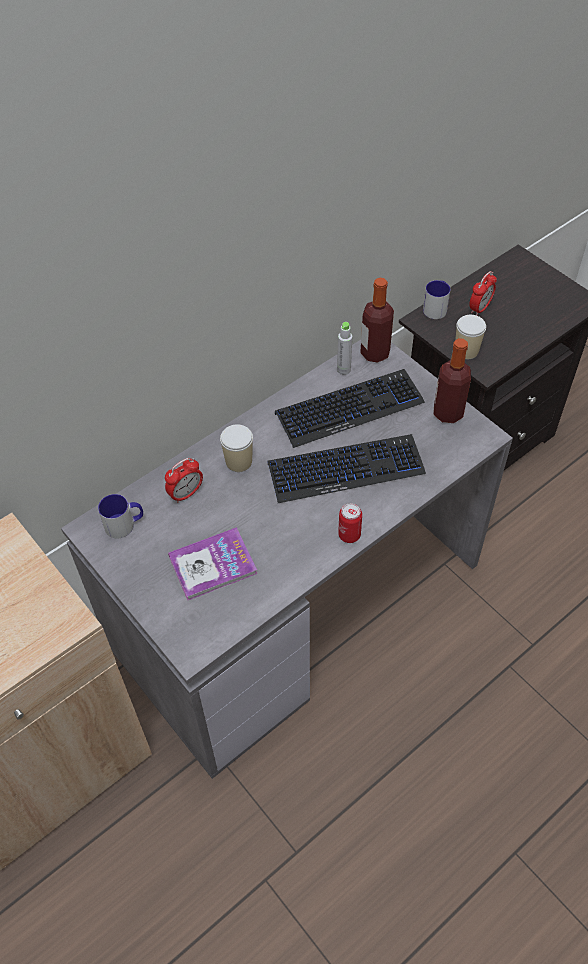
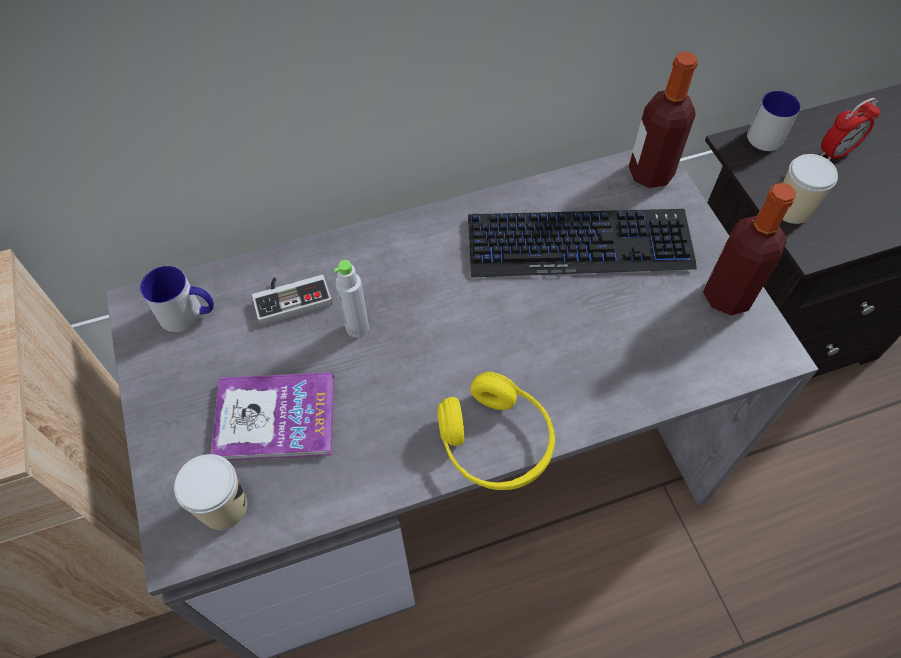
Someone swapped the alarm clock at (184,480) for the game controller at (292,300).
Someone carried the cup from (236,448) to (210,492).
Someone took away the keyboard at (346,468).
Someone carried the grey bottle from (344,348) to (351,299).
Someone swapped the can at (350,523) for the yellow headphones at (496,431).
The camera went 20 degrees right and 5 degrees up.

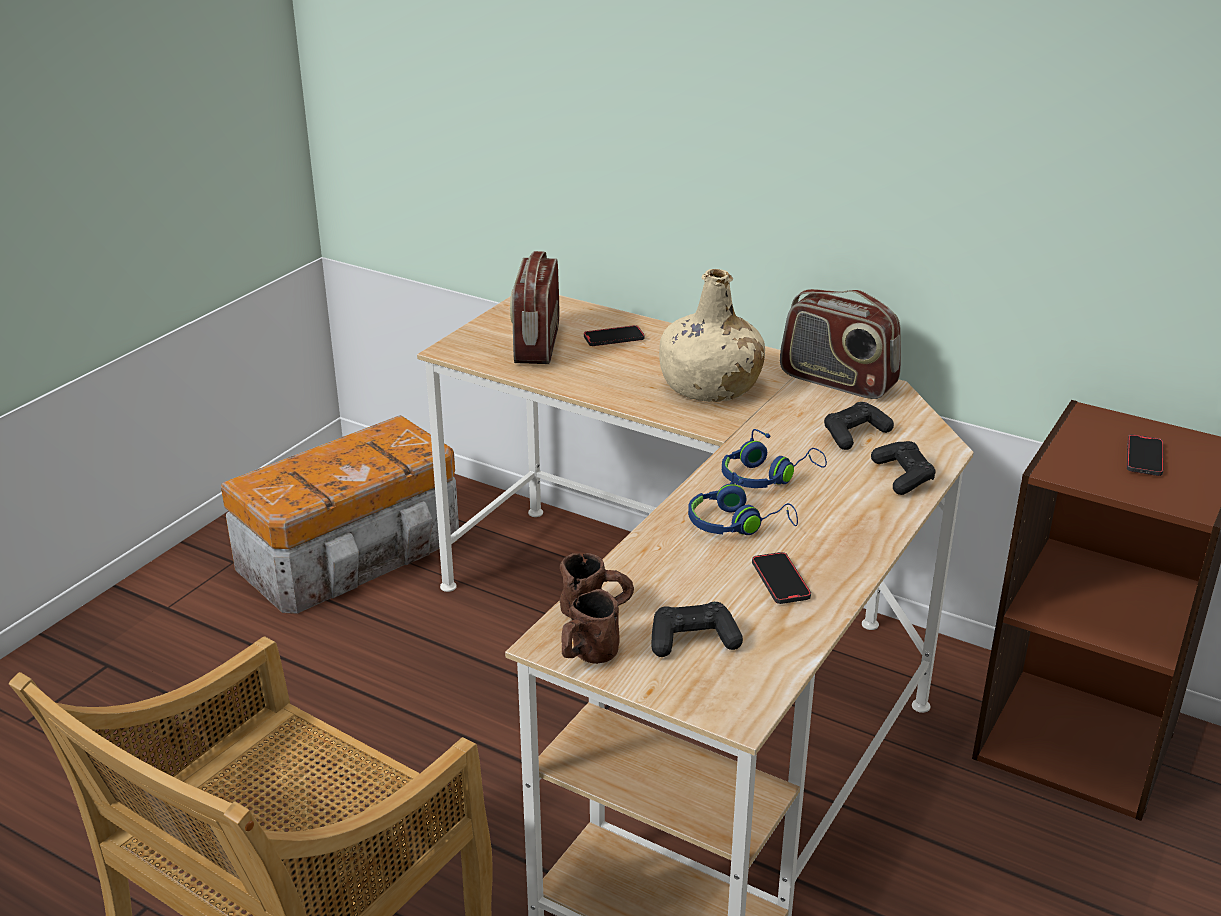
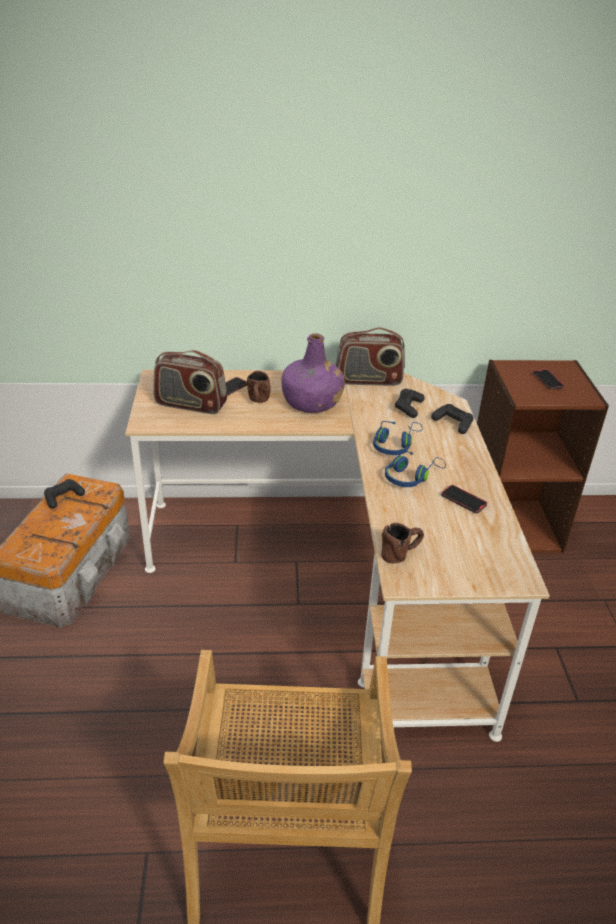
Someone rotated the radio at (534,307) by 45 degrees counterclockwise.
Someone carried the brown mug from (590,626) to (259,387).
Someone carried the black game controller from (697,629) to (64,494).
Someone repainted the beige bottle at (712,335), which became the purple bottle at (313,373).
The camera went 35 degrees left and 5 degrees up.

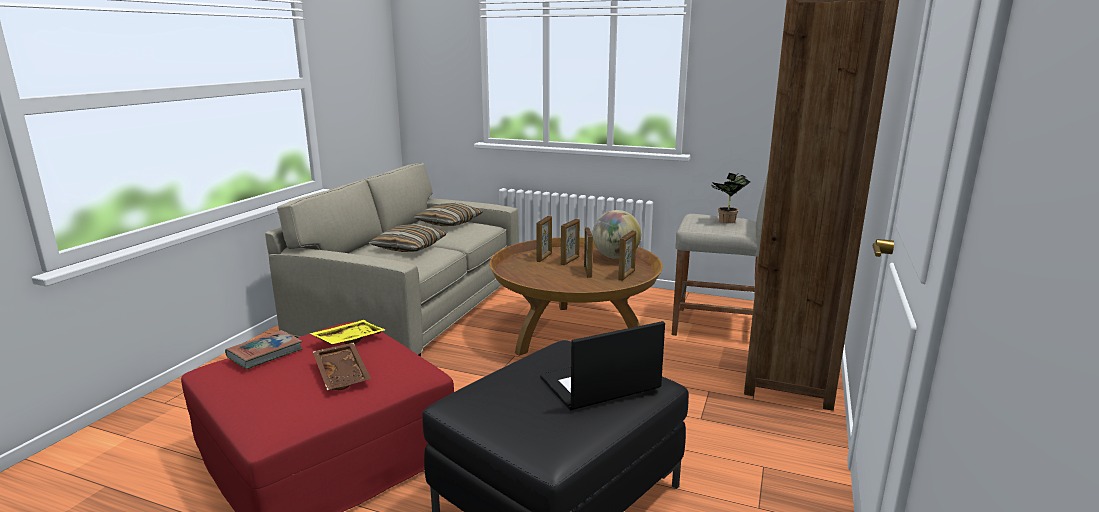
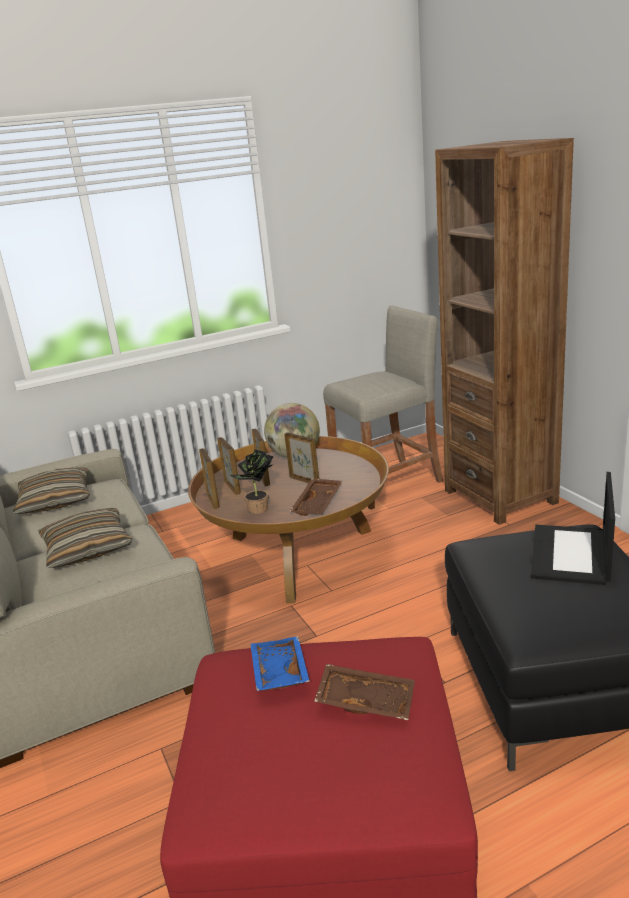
Someone took away the book at (264,349).
Someone repainted the yellow tray at (347,332), which became the blue tray at (280,663).
Someone carried the picture frame from (627,255) to (209,478).
Someone carried the potted plant from (730,198) to (252,482).
Someone put down the brown tray at (316,497).
The camera went 45 degrees left and 5 degrees up.

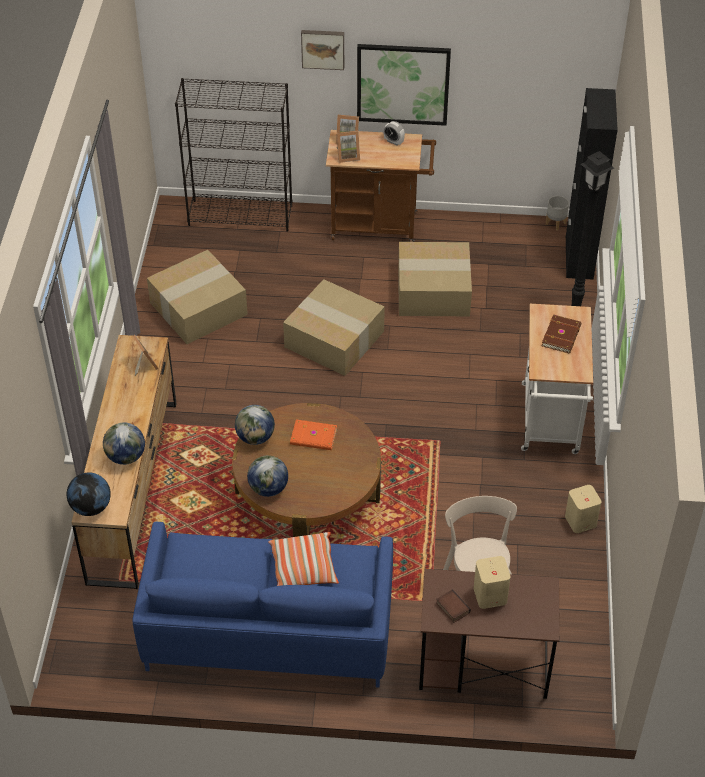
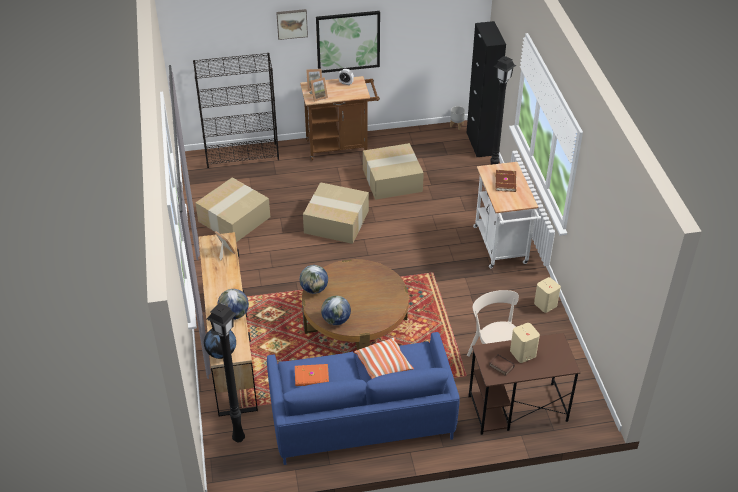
Someone carried the orange book from (313,435) to (312,375).
Someone put down the black floor lamp at (226,372).
The camera went 15 degrees left and 5 degrees down.

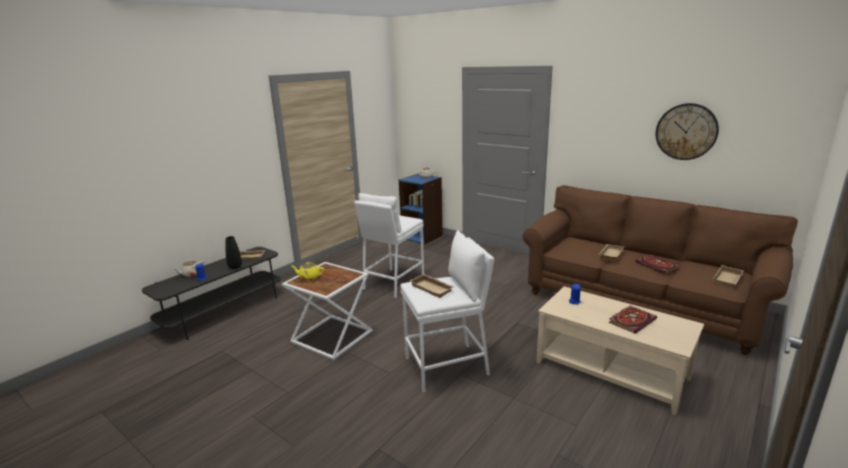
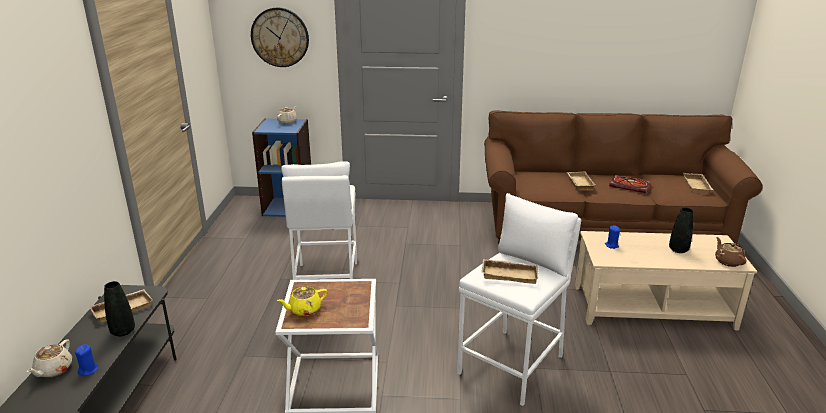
Someone swapped the book at (632,320) for the black vase at (681,230).
Someone carried the wall clock from (687,131) to (280,37).
Someone put down the brown teapot at (731,252).
The camera went 35 degrees left and 5 degrees up.

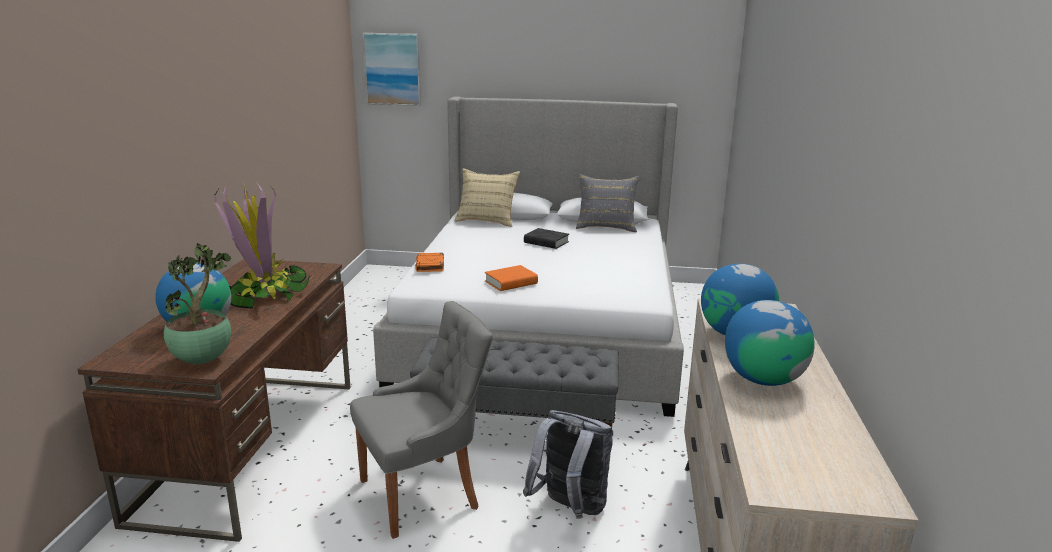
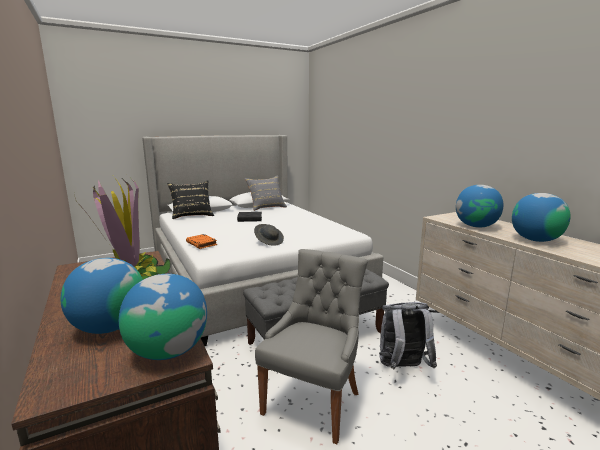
Someone swapped the potted plant at (197,303) for the globe at (163,317).
Someone took away the picture at (392,69).
Someone repainted the beige pillow at (487,197), which became the black pillow at (190,200).
Someone swapped the orange book at (511,278) for the grey hat at (269,234).
The camera went 35 degrees left and 5 degrees down.

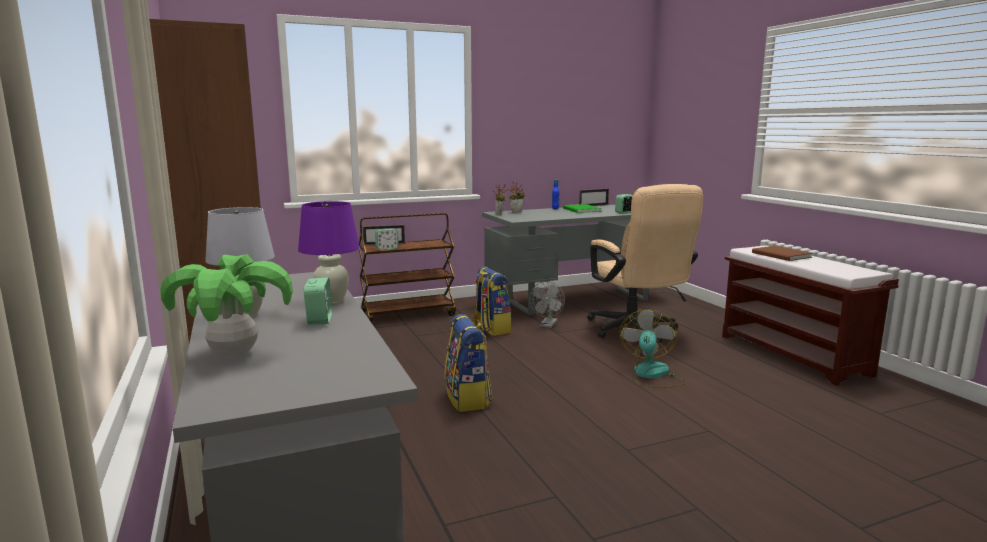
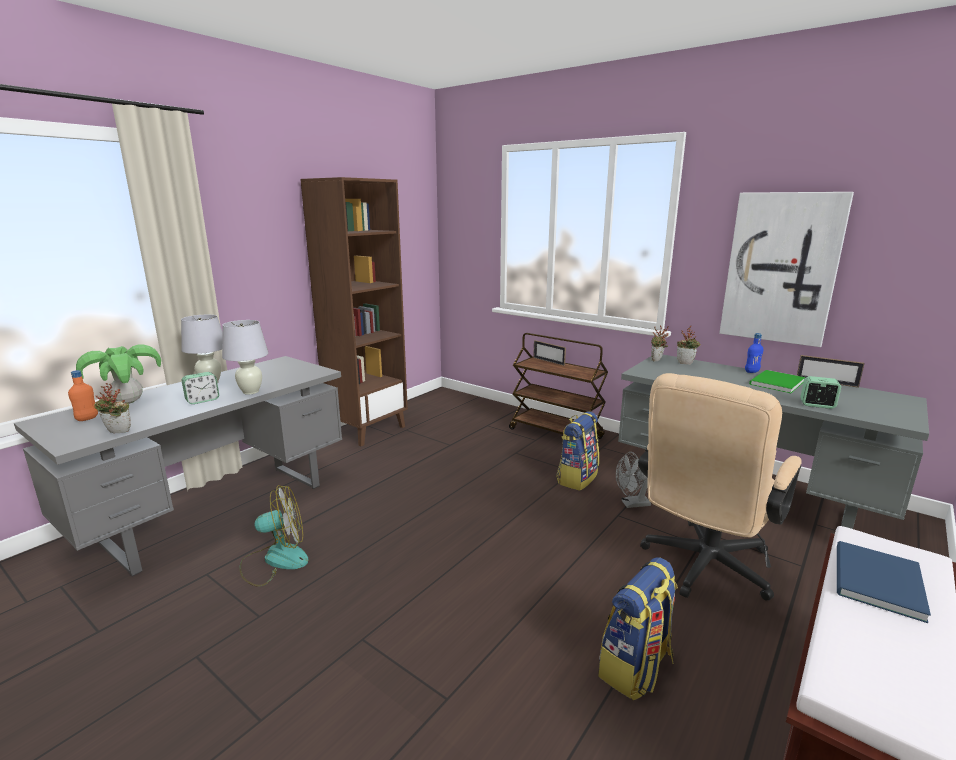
Someone repainted the purple table lamp at (329,252), which became the white table lamp at (245,357).
Someone took away the alarm clock at (387,239).
Someone carried the backpack from (468,363) to (638,628).
Someone carried the fan from (653,349) to (274,536).
Someone repainted the brown book at (782,253), which became the blue book at (884,582).
Someone put down the orange bottle at (83,395).
Someone put down the potted plant at (112,408).
Someone put up the picture at (786,269).
The camera went 60 degrees right and 5 degrees up.

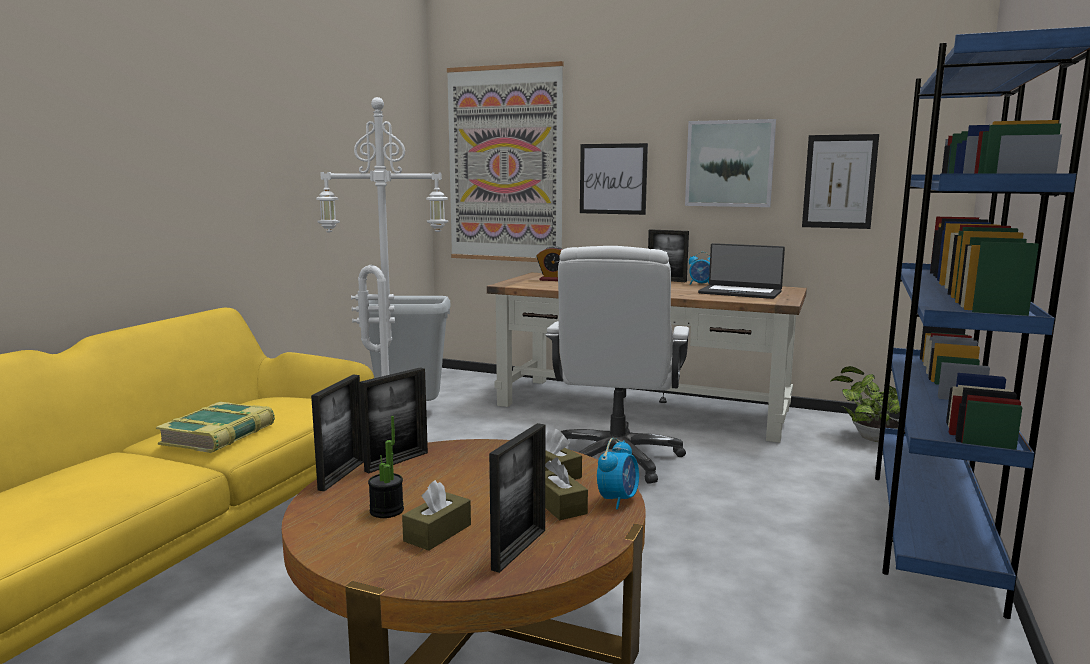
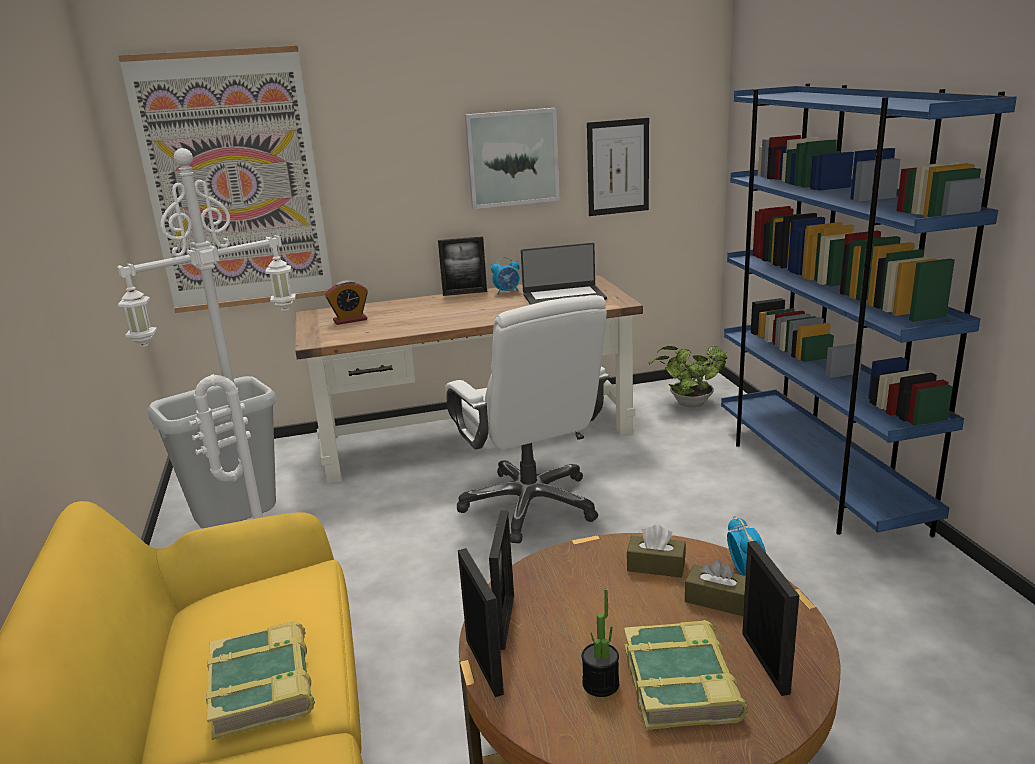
Someone swapped the brown tissue box at (436,515) for the book at (686,675).
Someone took away the picture at (614,179).
The camera went 35 degrees left and 10 degrees up.

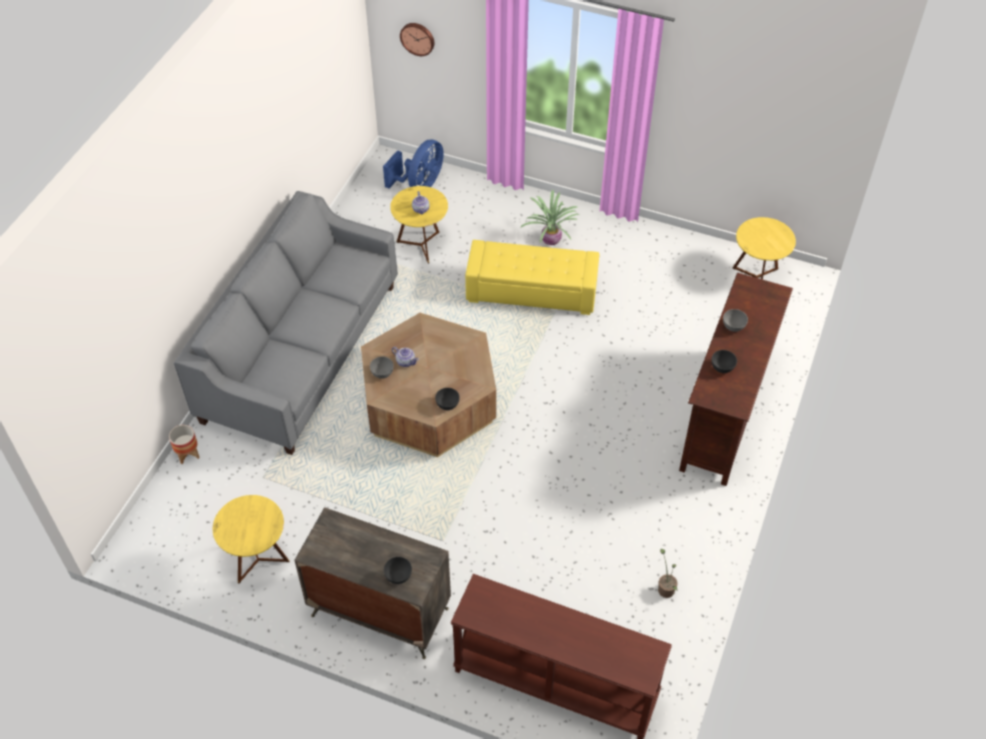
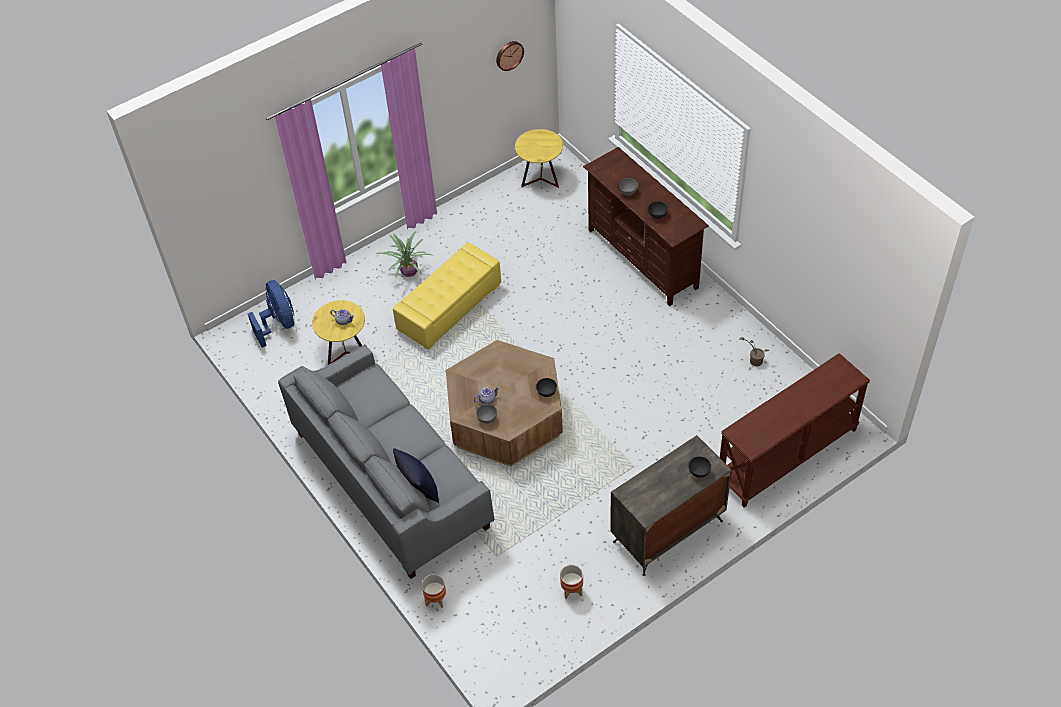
Someone swapped the yellow side table at (251,539) for the planter at (571,582).
Someone carried the wall clock from (417,39) to (510,56).
Someone put down the blue pillow at (416,475).
The camera went 55 degrees left and 0 degrees up.

